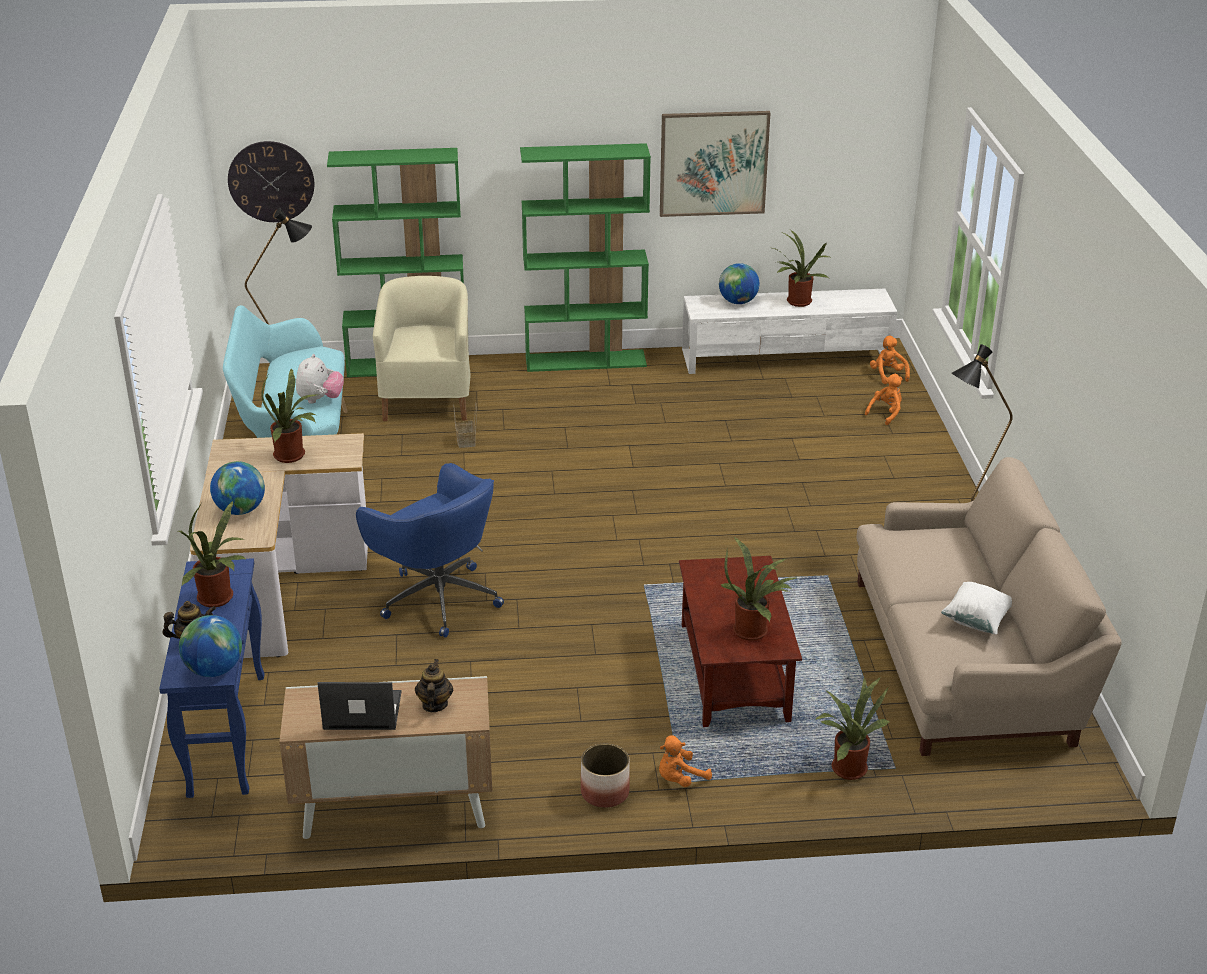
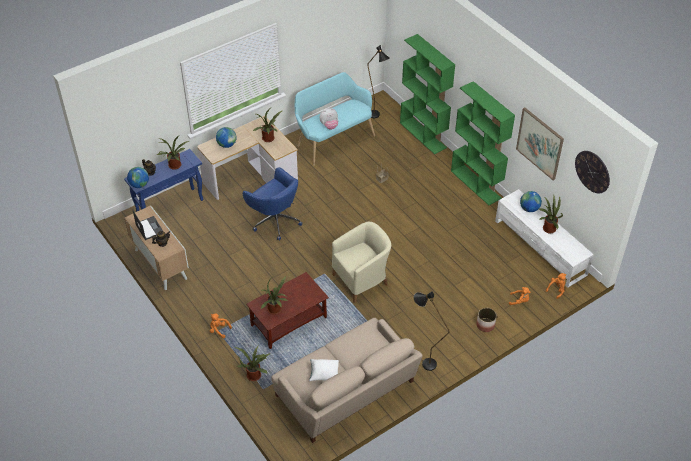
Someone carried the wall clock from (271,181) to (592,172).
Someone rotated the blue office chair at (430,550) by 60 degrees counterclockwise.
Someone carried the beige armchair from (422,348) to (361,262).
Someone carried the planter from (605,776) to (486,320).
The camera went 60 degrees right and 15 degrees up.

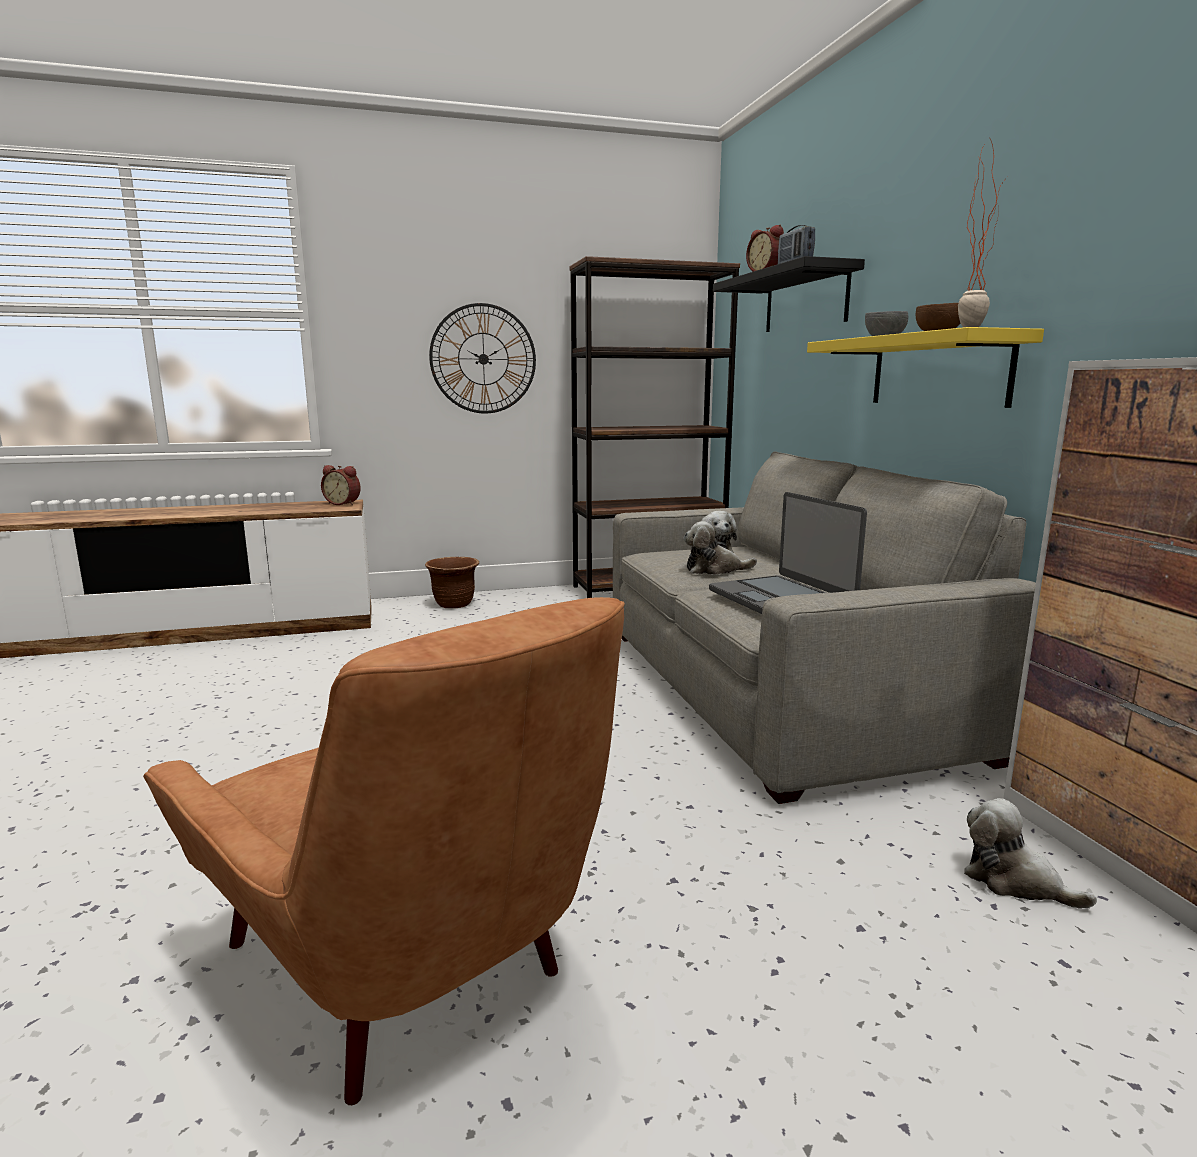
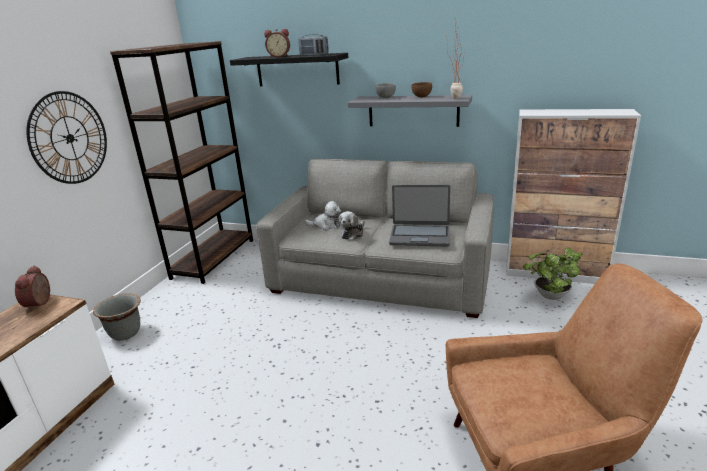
Someone rotated the alarm clock at (341,485) by 120 degrees clockwise.
Someone repainted the brown planter at (452,582), which became the grey planter at (117,317).
Someone repainted the yellow shelf at (925,367), which became the grey shelf at (410,111).
Someone swapped the plush toy at (1030,853) for the potted plant at (553,273).
The camera went 55 degrees left and 10 degrees up.

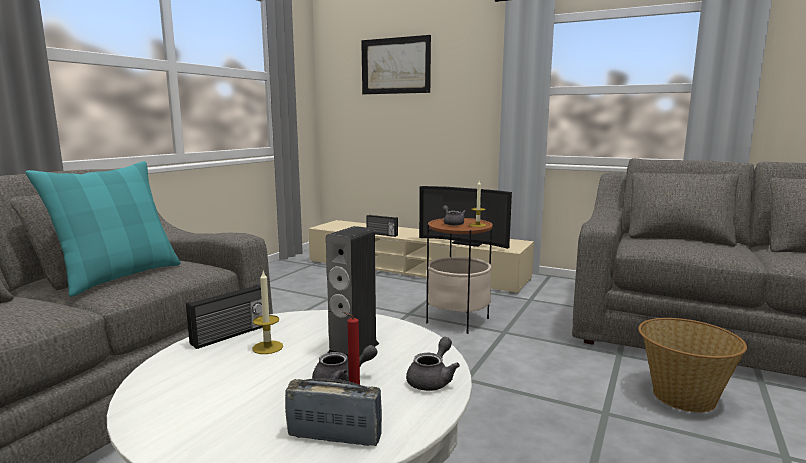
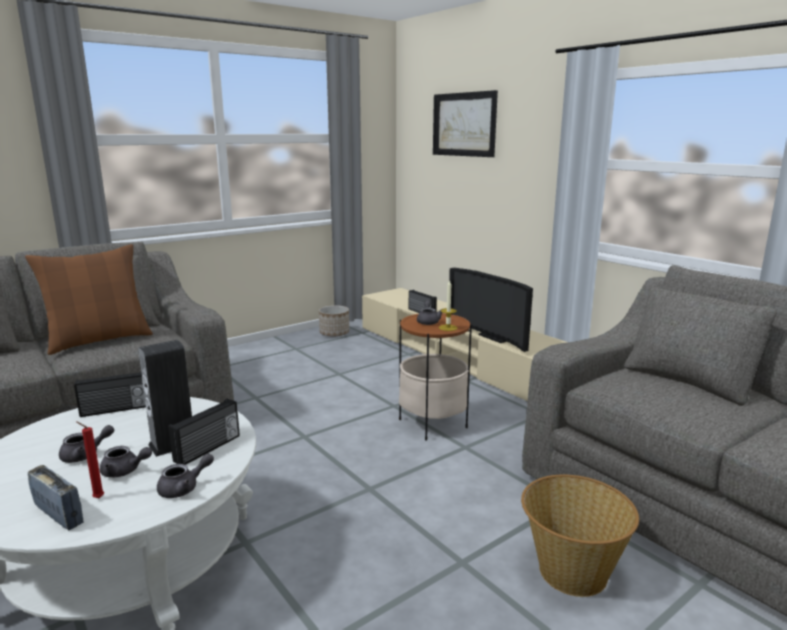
Someone repainted the turquoise pillow at (103,229), which became the brown pillow at (89,299).
Someone took away the candle at (267,312).
Someone put down the grey teapot at (86,444).
Someone put down the radio at (204,432).
Someone put down the planter at (334,320).
The camera went 25 degrees right and 5 degrees up.

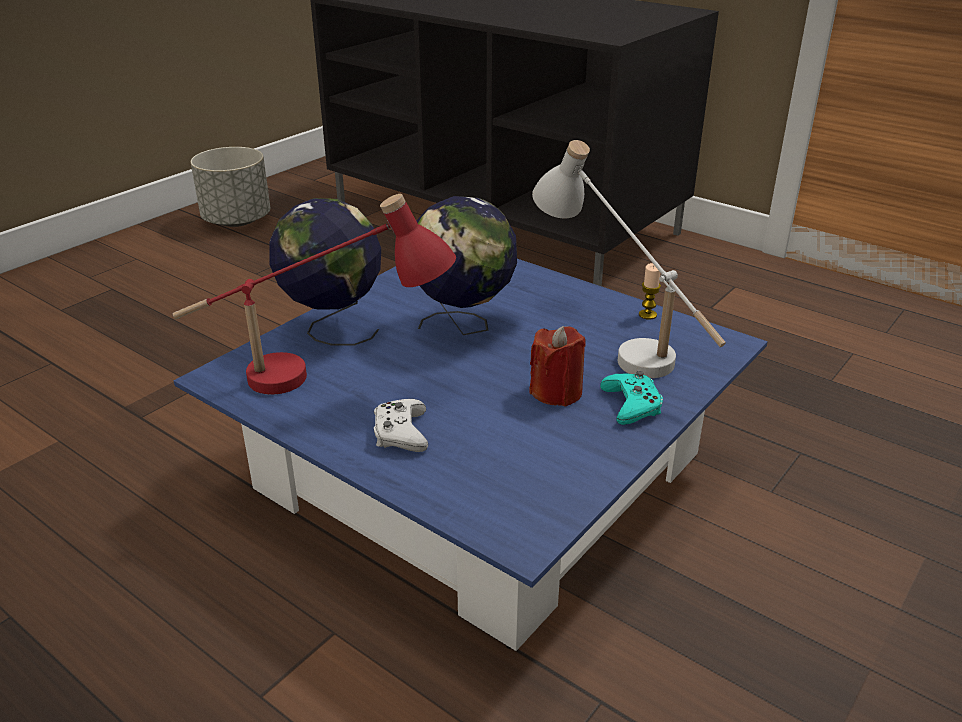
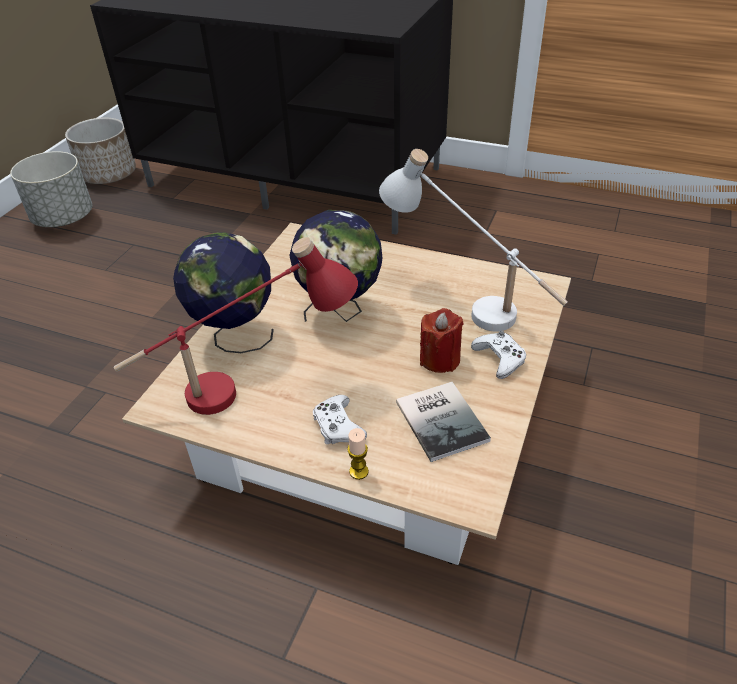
Someone repainted the blue coffee table at (471,455), which became the beige coffee table at (346,394).
Someone repainted the turquoise game controller at (631,398), which became the white game controller at (498,355).
Someone carried the candle from (650,291) to (358,454).
Someone put down the planter at (100,150).
Someone put down the book at (443,422).
The camera went 15 degrees left and 10 degrees up.

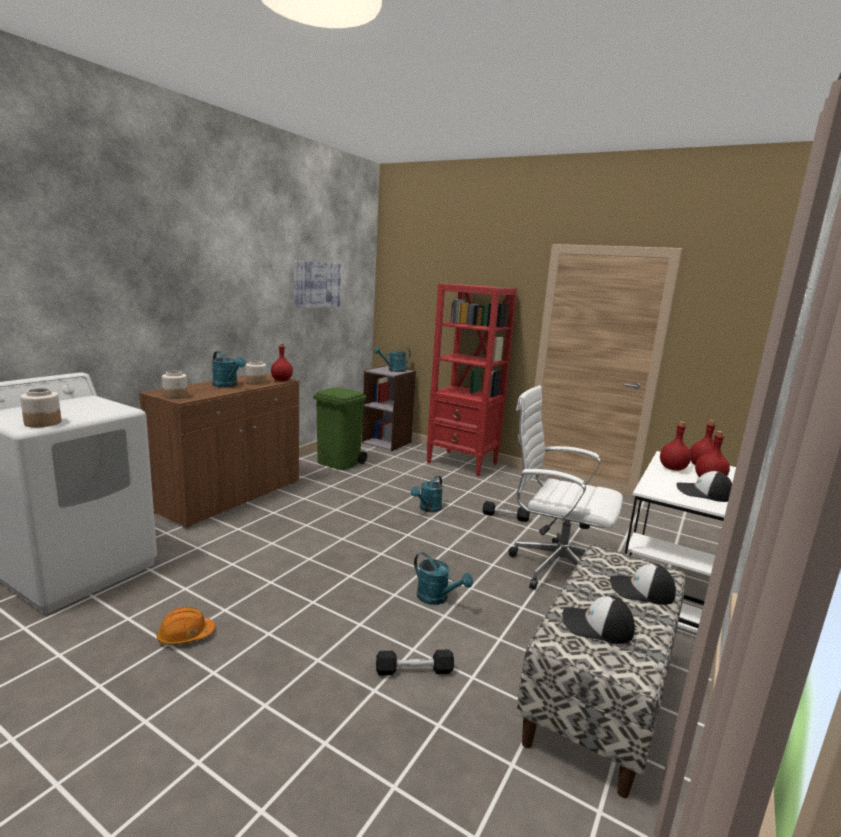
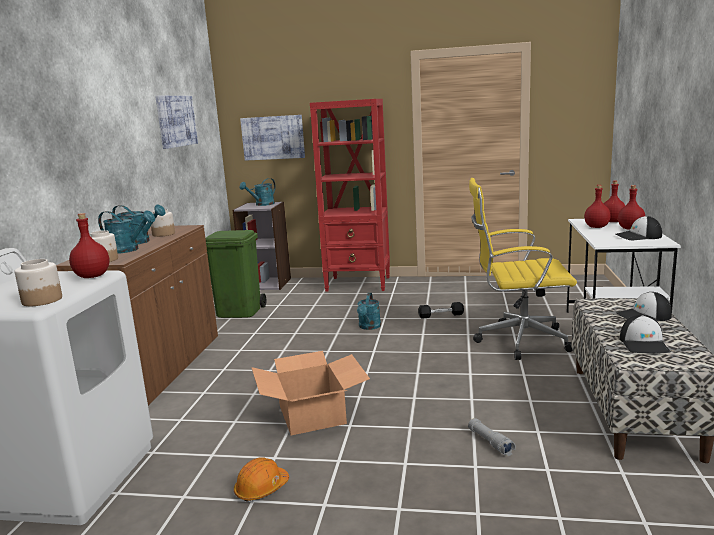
Someone carried the red bottle from (282,362) to (89,245).
Someone swapped the black dumbbell at (415,662) for the grey flashlight at (492,437).
Someone carried the turquoise watering can from (443,578) to (126,232).
Someone repainted the white office chair at (566,487), which became the yellow office chair at (523,269).
Someone rotated the cap at (599,620) by 75 degrees counterclockwise.
Someone put up the picture at (272,138).
Someone put down the cardboard box at (310,393).
The camera went 20 degrees left and 0 degrees up.

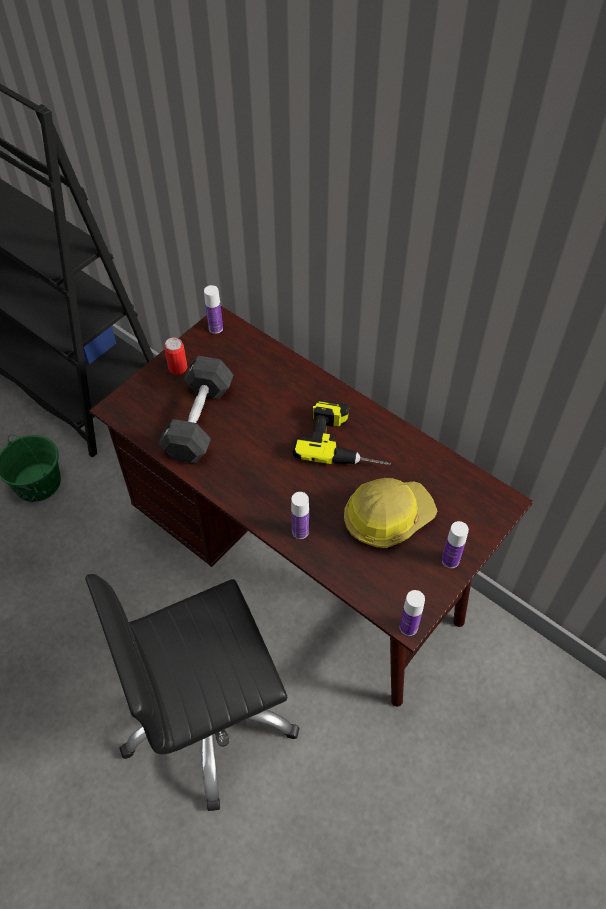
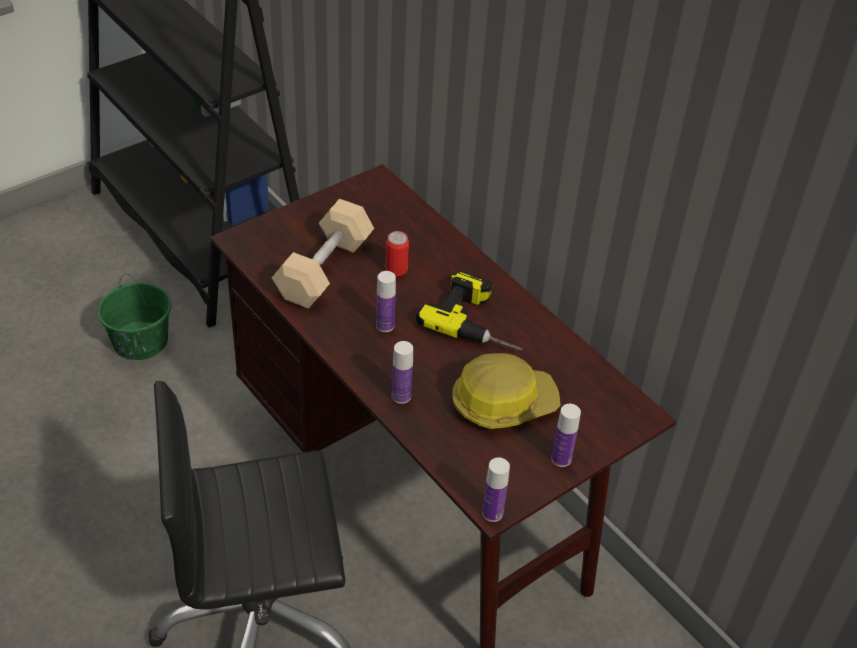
Someone repainted the black dumbbell at (195,409), which became the beige dumbbell at (323,253).
Someone carried the can from (175,356) to (397,253).
Someone carried the bottle from (213,309) to (386,301).
The camera went 10 degrees right and 10 degrees down.

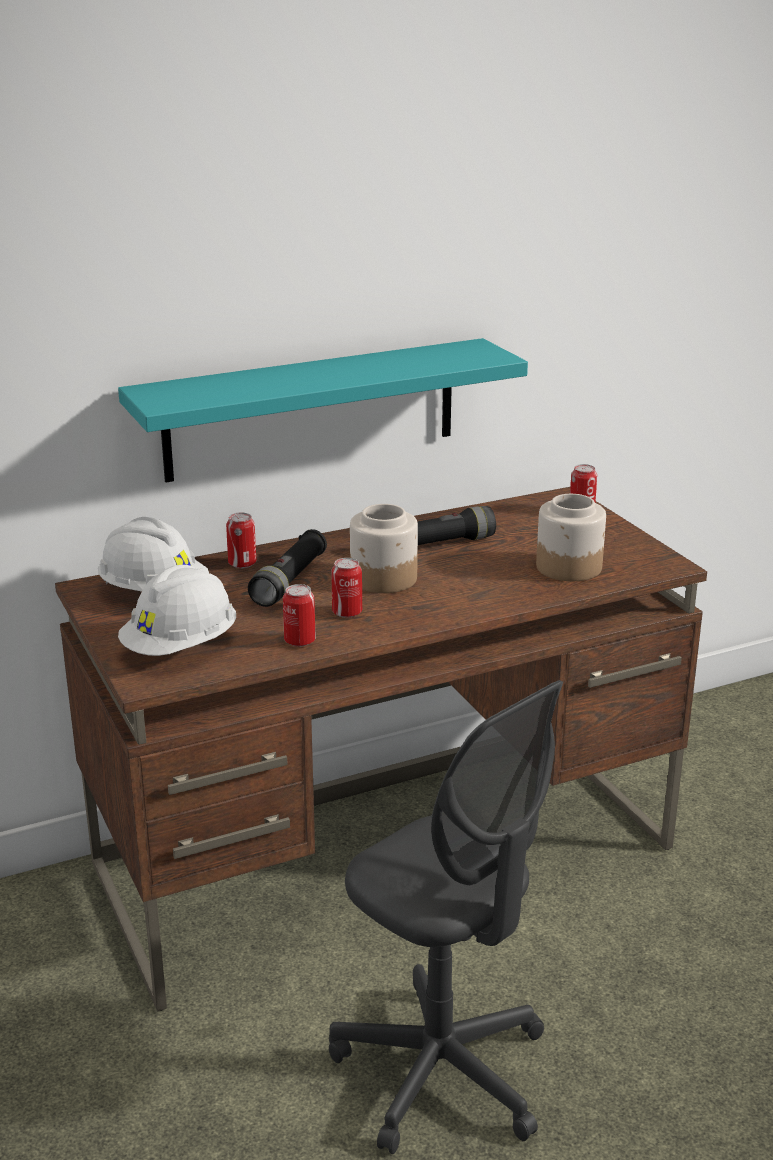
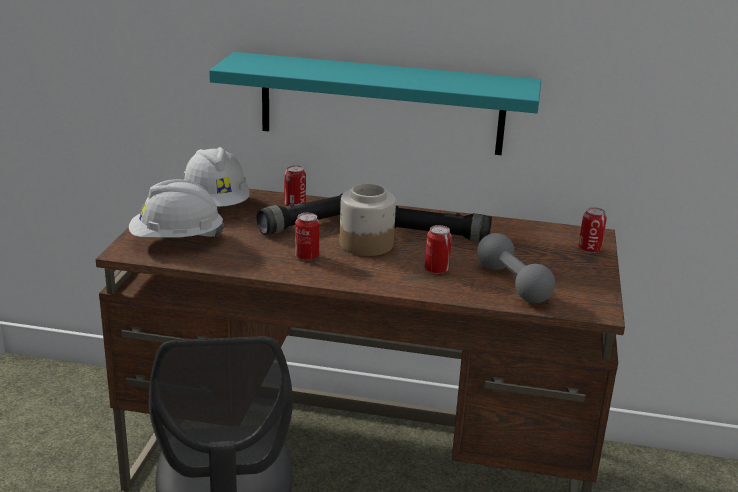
Someone carried the can from (299,615) to (438,249).
Someone swapped the jar at (571,537) for the grey dumbbell at (516,268).
The camera went 35 degrees right and 0 degrees up.

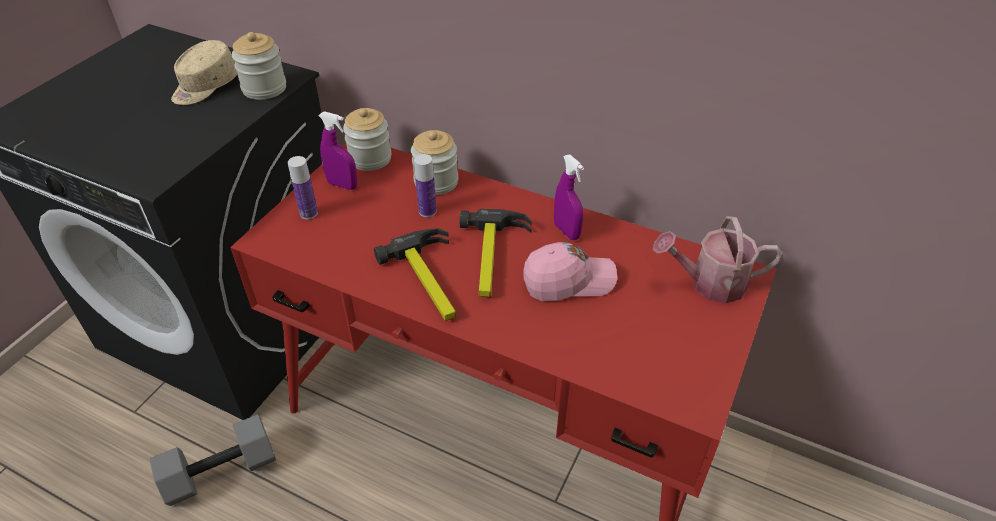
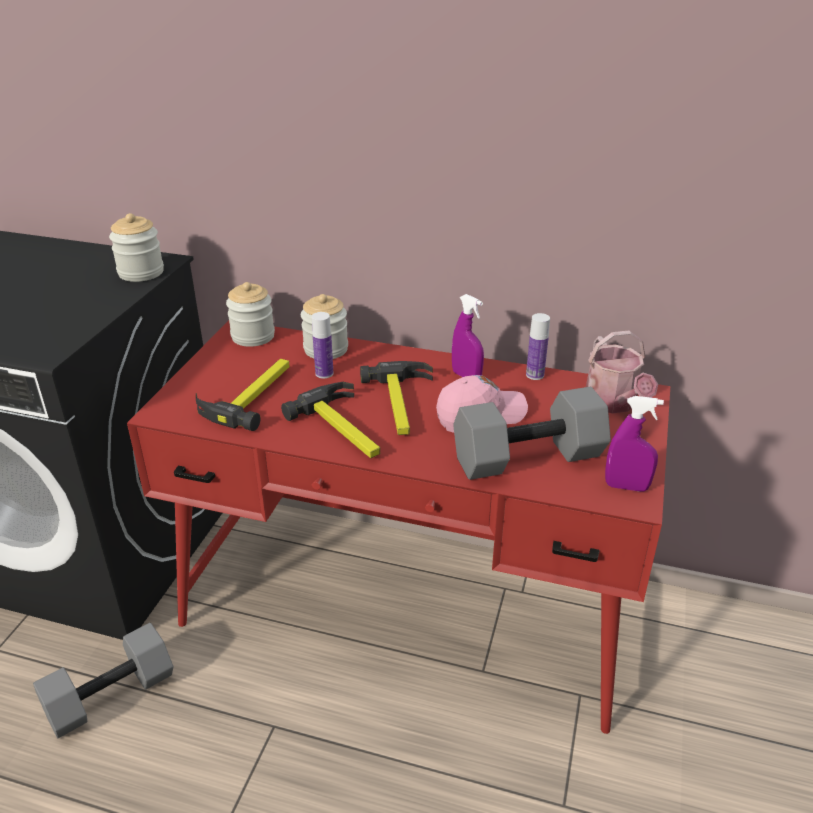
Someone took away the beige cap at (204,72).
Someone carried the bottle from (303,187) to (538,346).
Someone carried the purple spray bottle from (337,150) to (634,444).
Someone rotated the watering can at (718,259) by 90 degrees counterclockwise.
Someone put down the hammer at (243,395).
Someone put down the grey dumbbell at (532,433).
The camera went 10 degrees left and 10 degrees down.

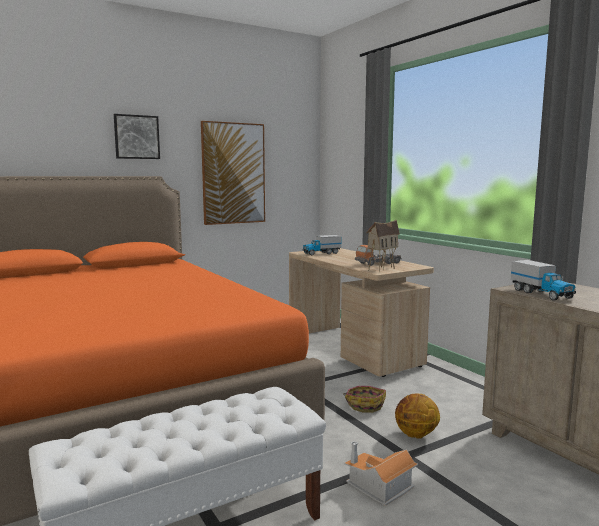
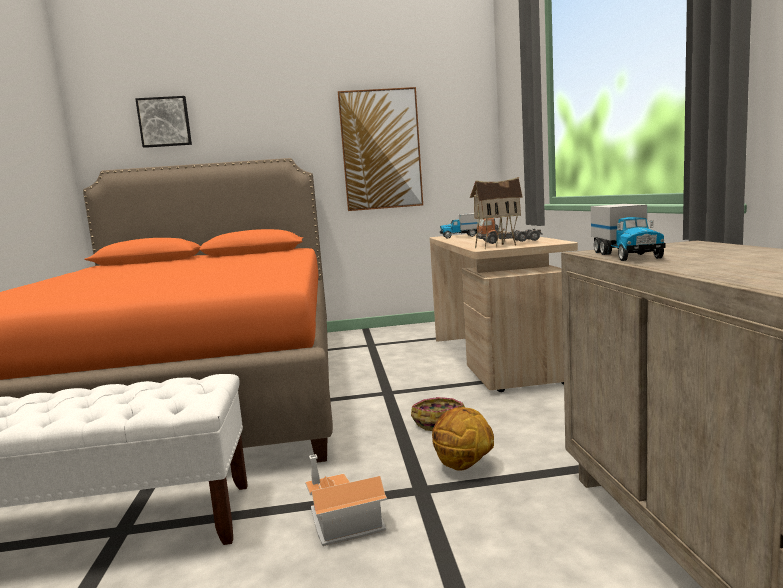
Someone carried the picture from (137,136) to (163,122).
The camera went 25 degrees right and 0 degrees up.

